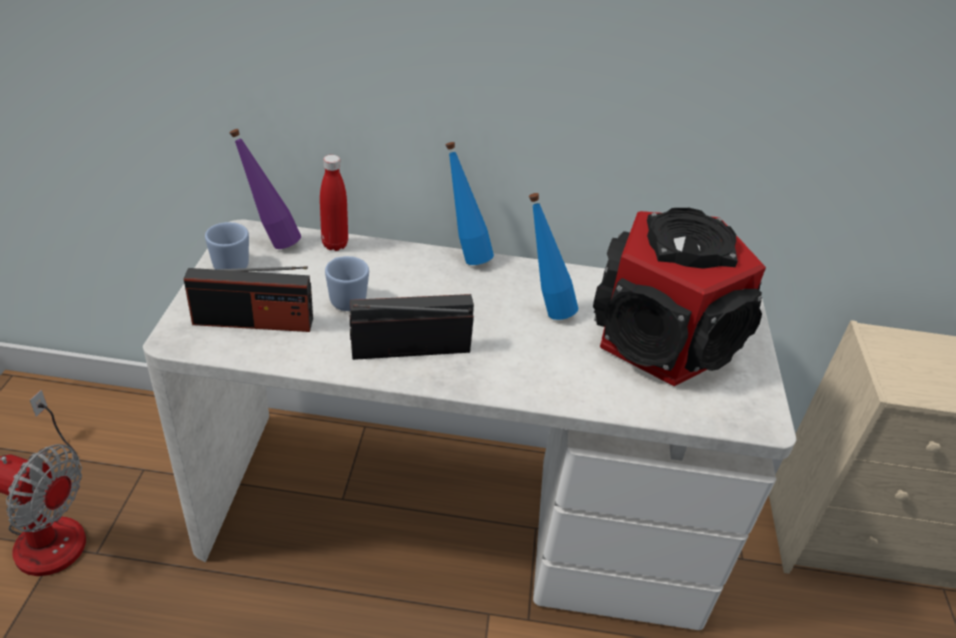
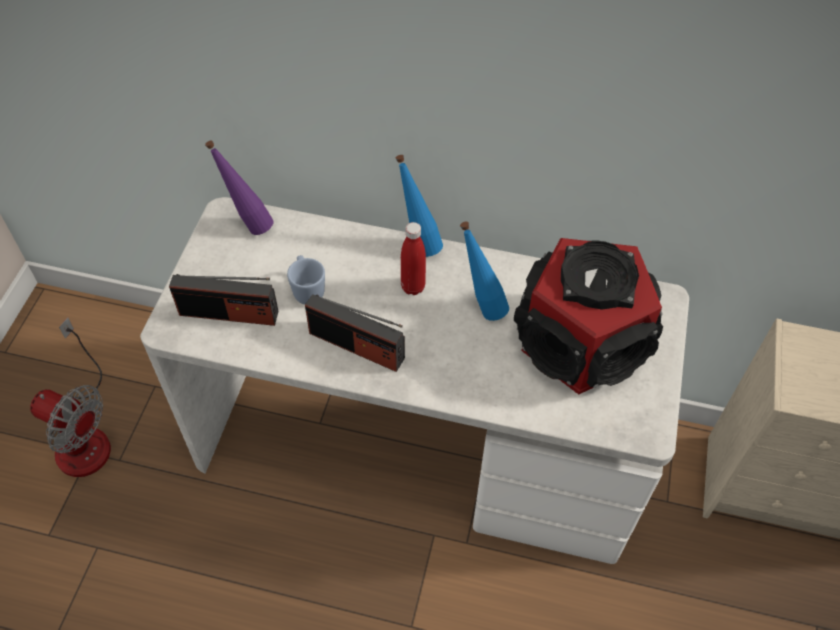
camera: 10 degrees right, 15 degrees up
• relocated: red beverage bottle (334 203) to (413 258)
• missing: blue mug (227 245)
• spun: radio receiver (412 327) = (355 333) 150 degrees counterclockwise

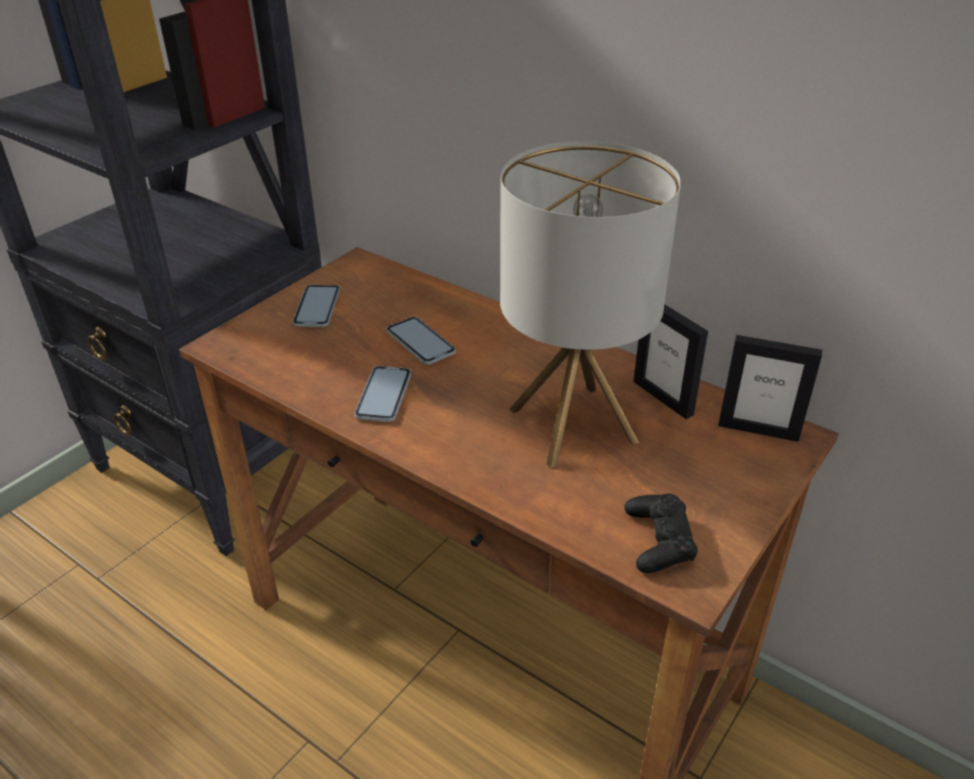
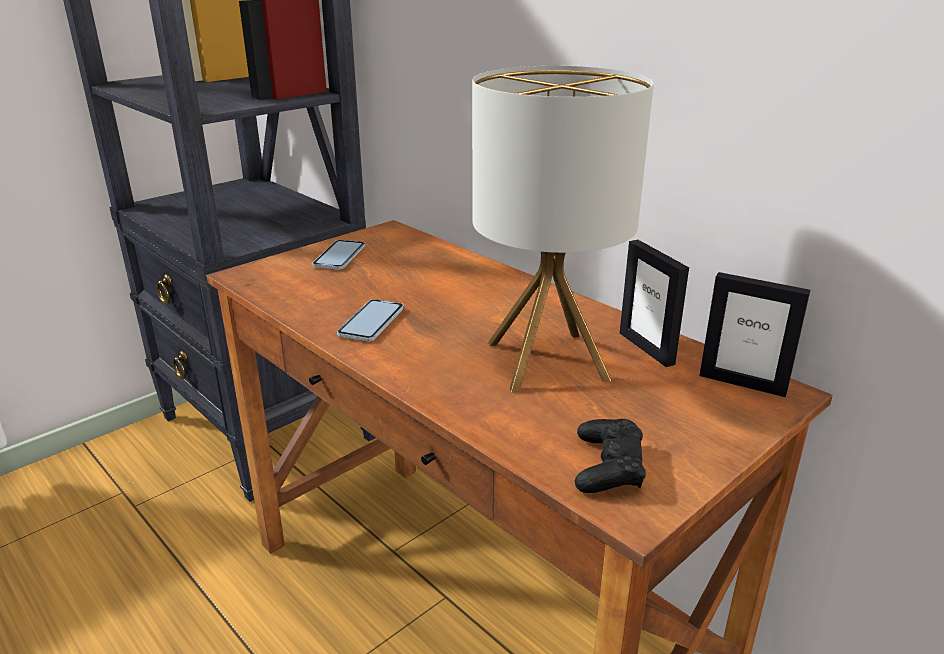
camera: 10 degrees right, 10 degrees down
• missing: phone (421 341)

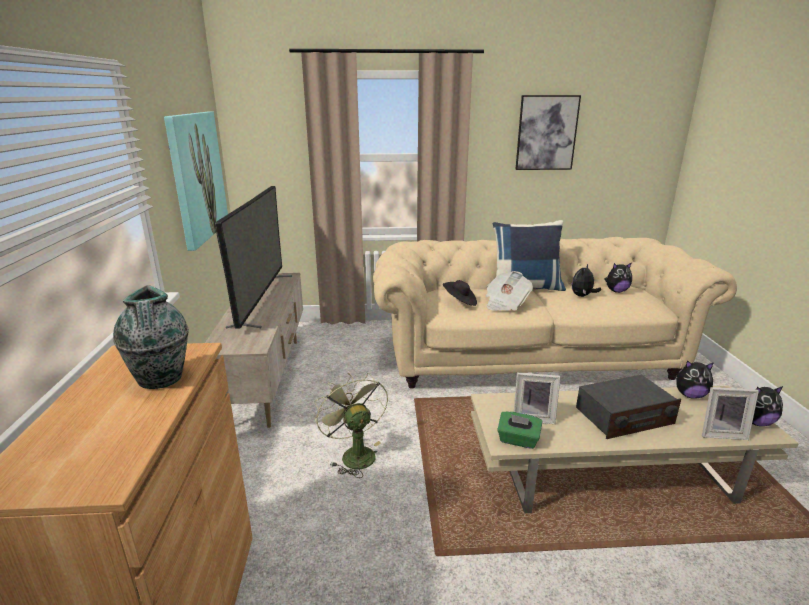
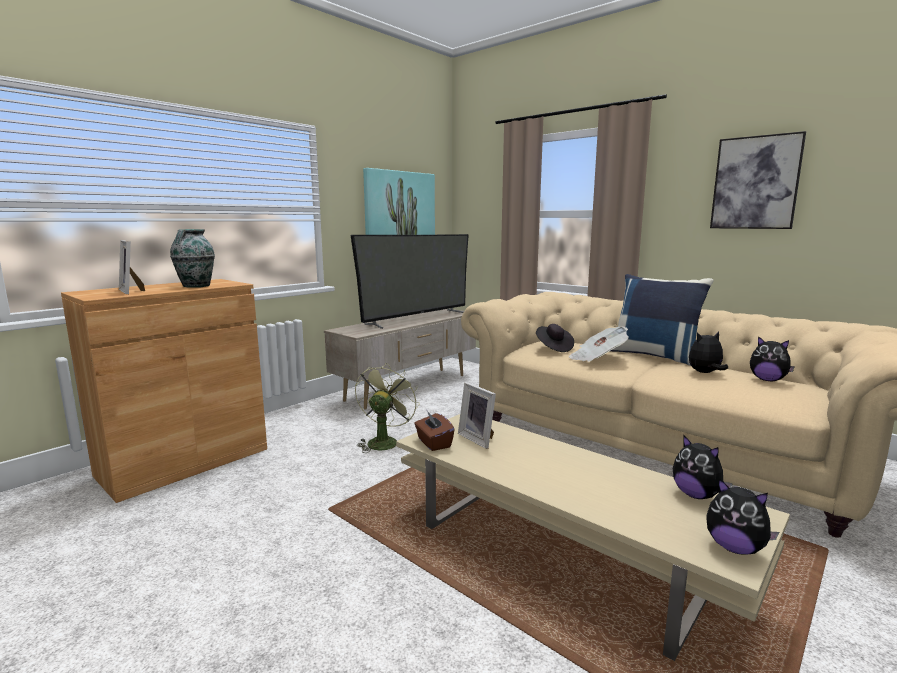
camera: 45 degrees right, 10 degrees down
• missing: radio receiver (628 407)
• relocated: standing frame (730 413) to (132 267)
• colour: greenish tissue holder (519 430) to brown-coloured tissue holder (434 431)

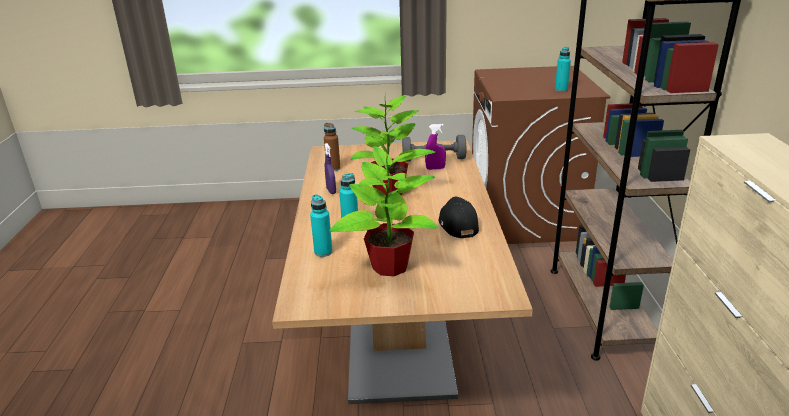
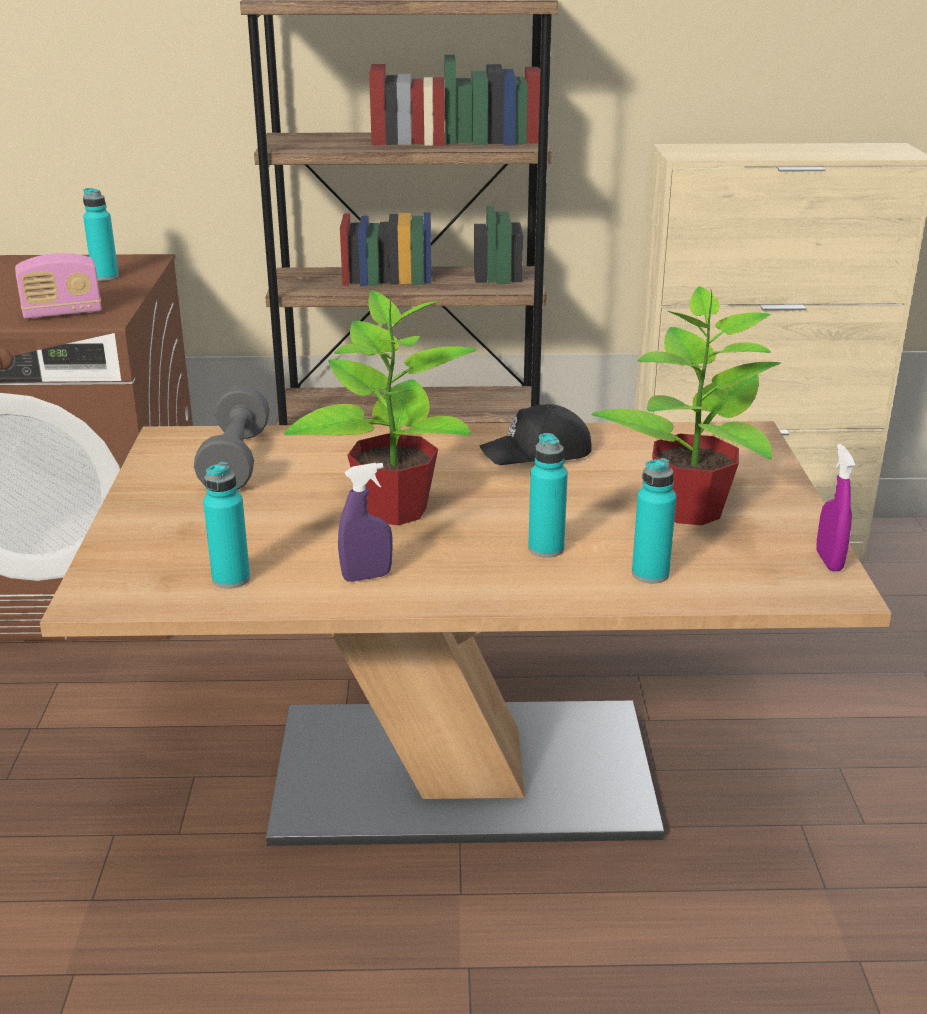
camera: 90 degrees left, 0 degrees up
• colour: brown-coloured beverage bottle (332 147) to turquoise-coloured beverage bottle (226 525)
• relocated: purplish spray bottle (435 147) to (835 507)
• appeared: radio receiver (58 286)

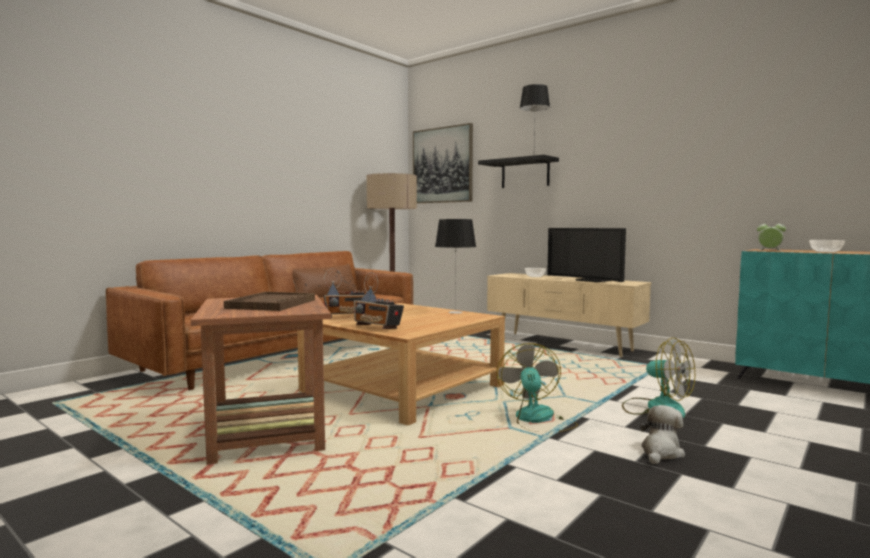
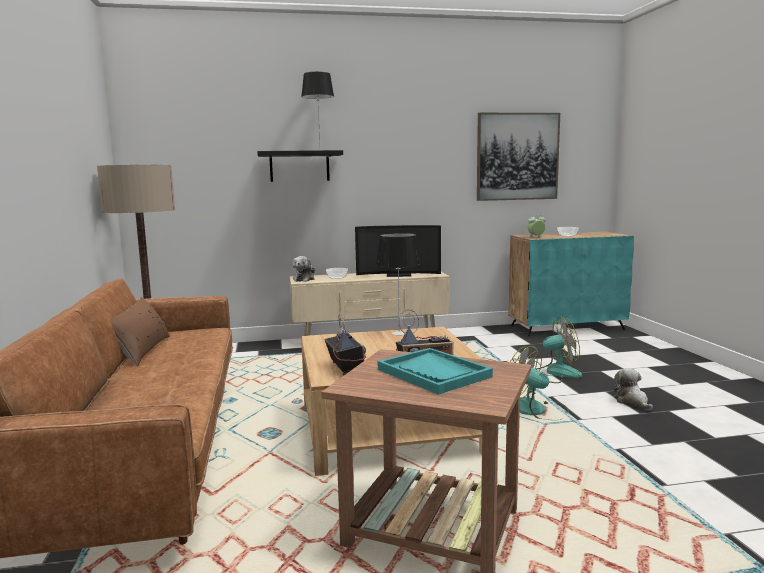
camera: 50 degrees left, 5 degrees up
• relocated: wall art (443 163) to (518 157)
• spun: radio receiver (344 293) = (345 344) 45 degrees counterclockwise
• colour: brown-coloured carrying tray (269 301) to turquoise-coloured carrying tray (435 371)
• appeared: plush toy (304 269)

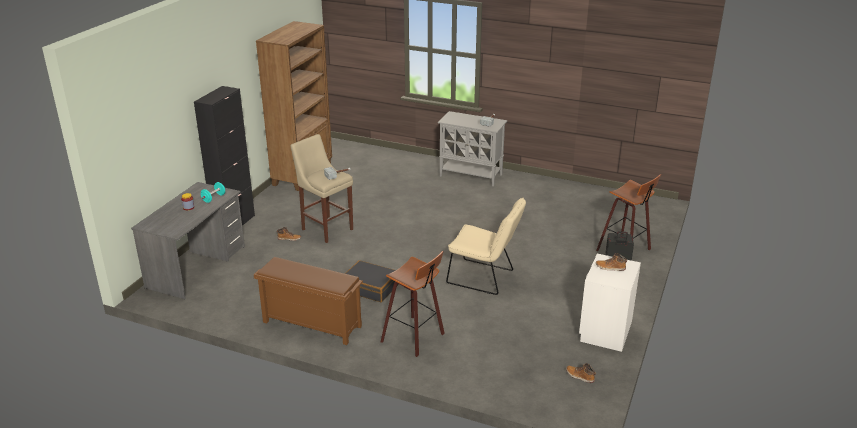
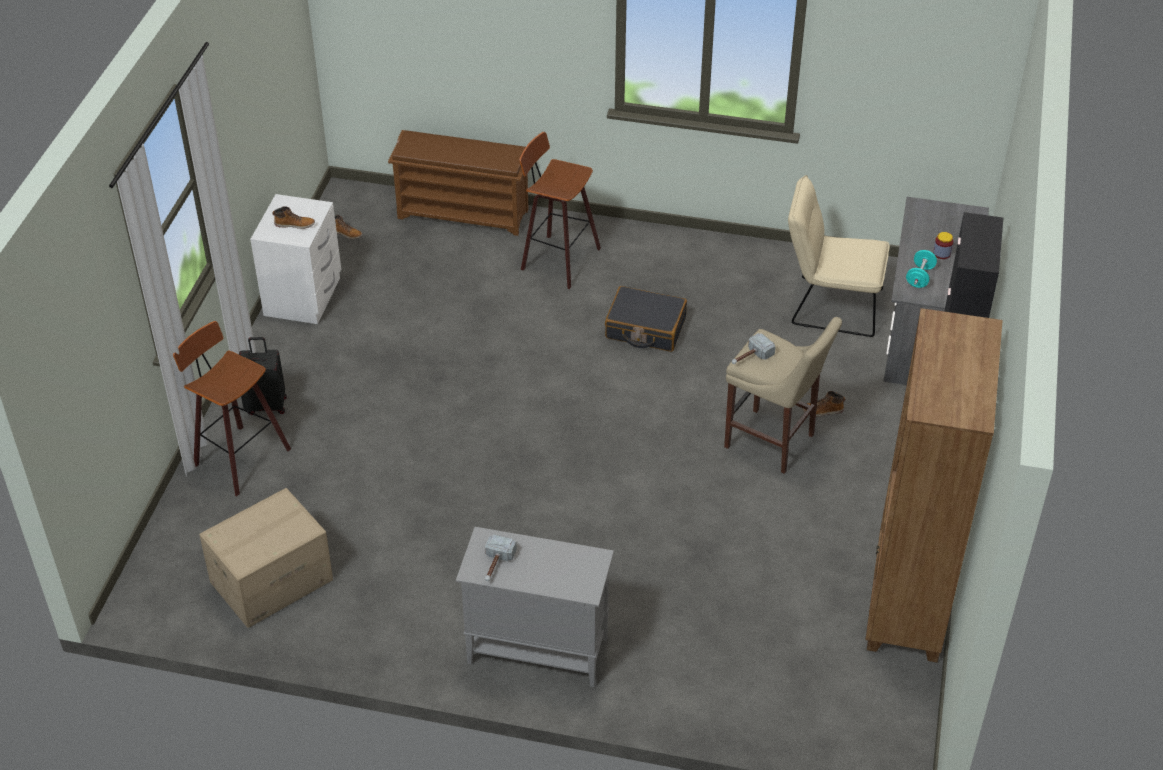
camera: 170 degrees right, 15 degrees up
• relocated: beige plain chair (486 246) to (839 256)
• relocated: brown-coloured shoe shelf (308 301) to (458 183)
• appeared: packing box (266 558)

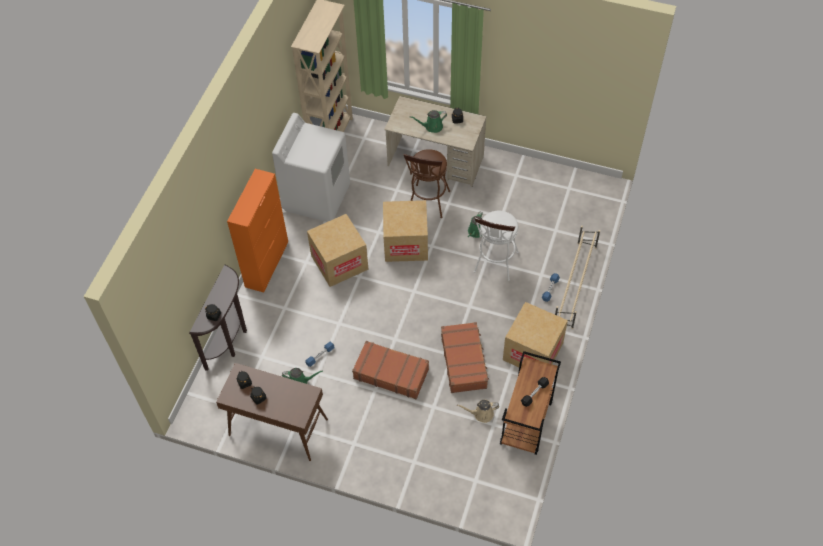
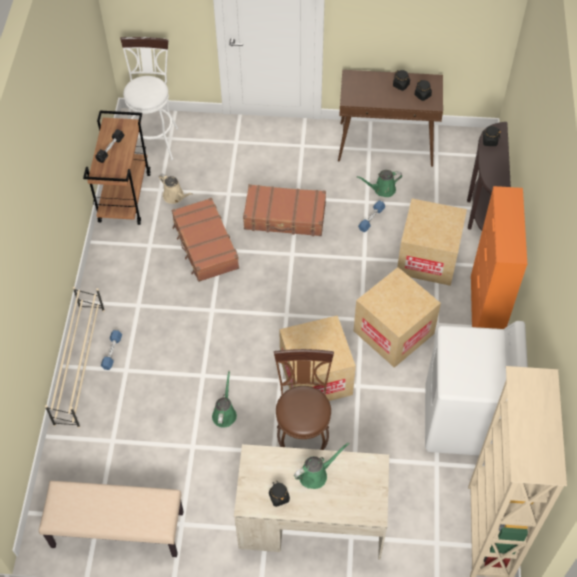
camera: 165 degrees right, 0 degrees up
• relocated: white-coloured sitting stool (496 246) to (149 98)
• relocated: packing box (535 334) to (432 242)
• spun: beige sprinkling can (478 411) = (176 189) 60 degrees clockwise
• appeared: beige bench (111 519)

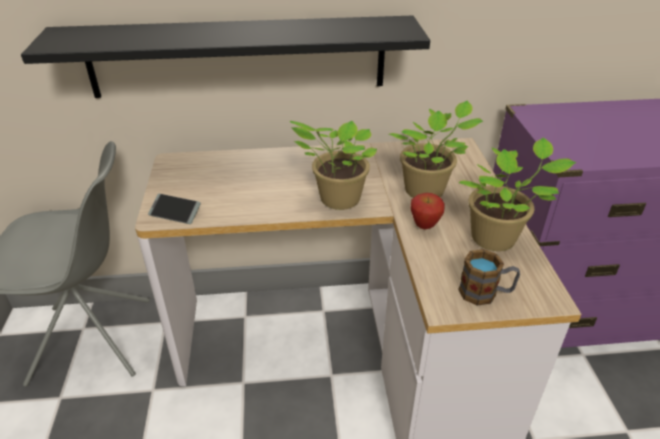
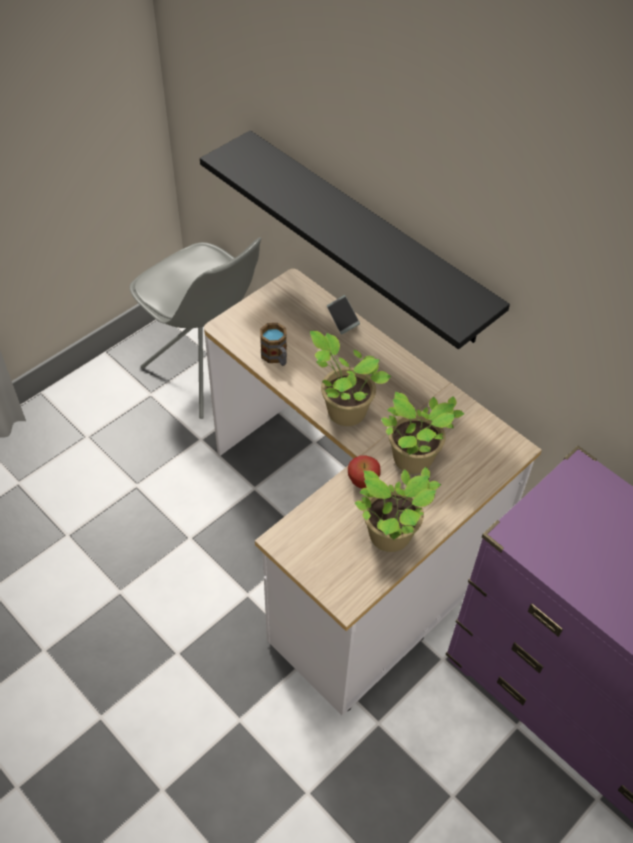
camera: 50 degrees right, 15 degrees up
• relocated: phone (174 209) to (343 314)
• relocated: mug (489 277) to (273 344)

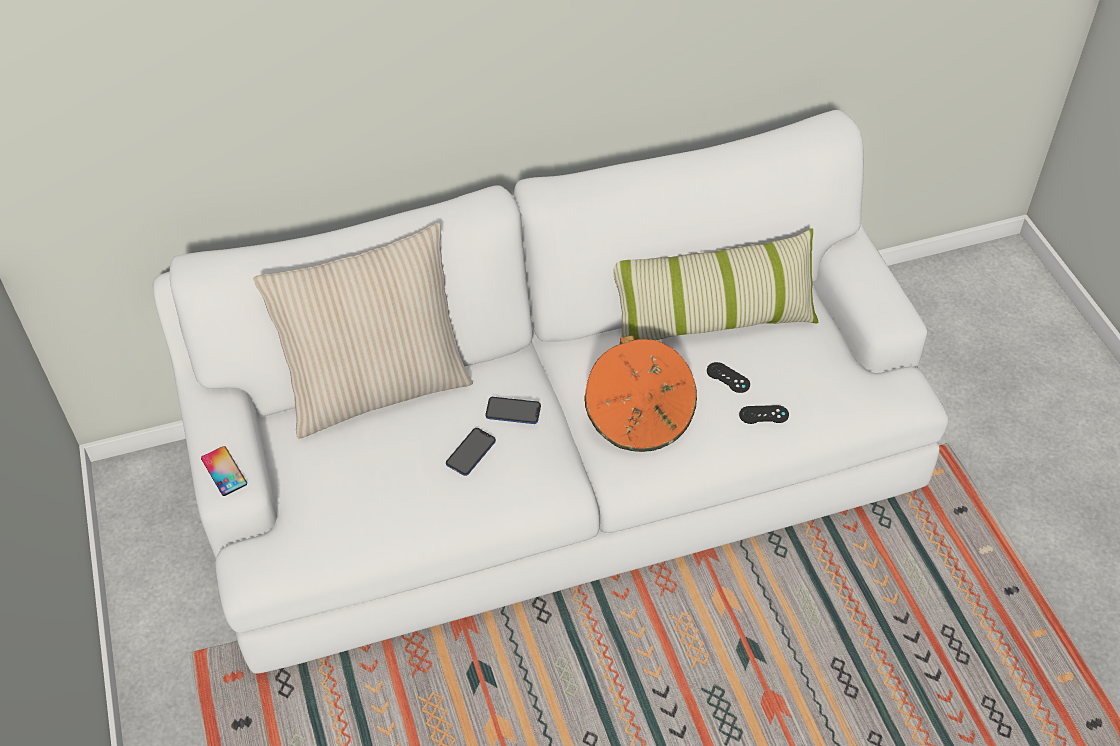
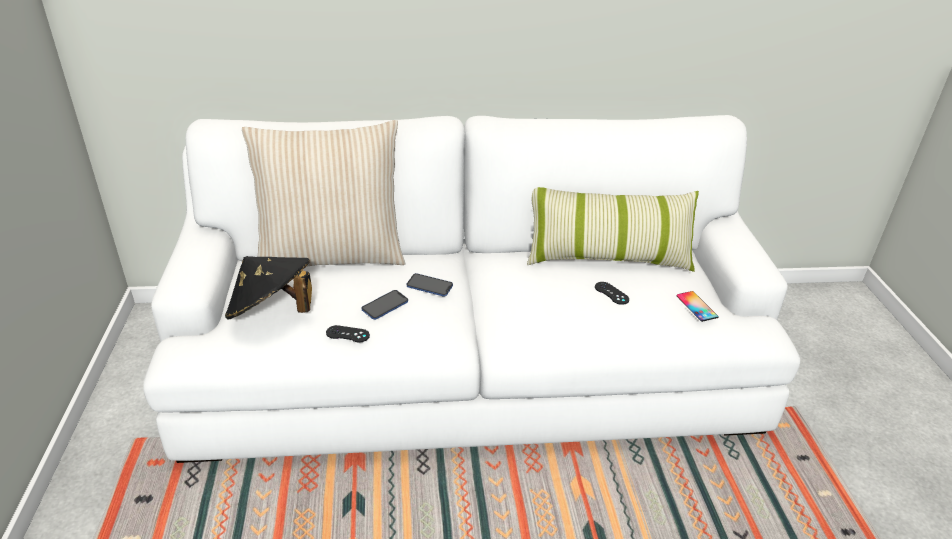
camera: 10 degrees right, 15 degrees down
• missing: orange clothing hat (640 393)
• relocated: black-coloured game controller (764 414) to (348 333)
• relocated: phone (224 471) to (697 306)
• appeared: black-coloured clothing hat (268 288)

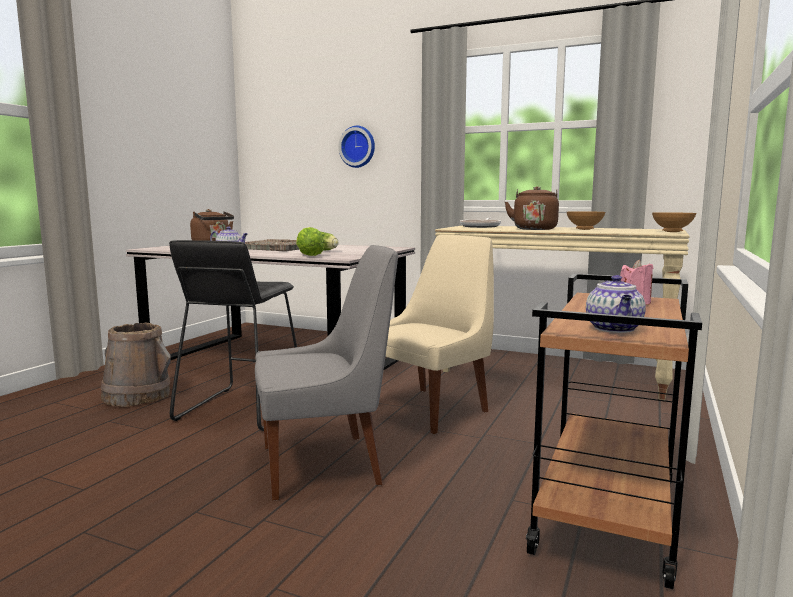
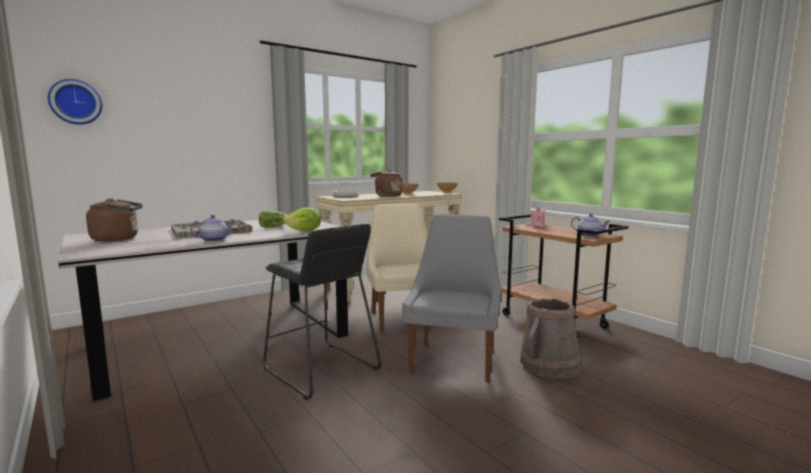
camera: 60 degrees left, 0 degrees up
• relocated: clock on the wall (356 147) to (75 102)
• relocated: brown-coloured pail (136 365) to (551 338)

